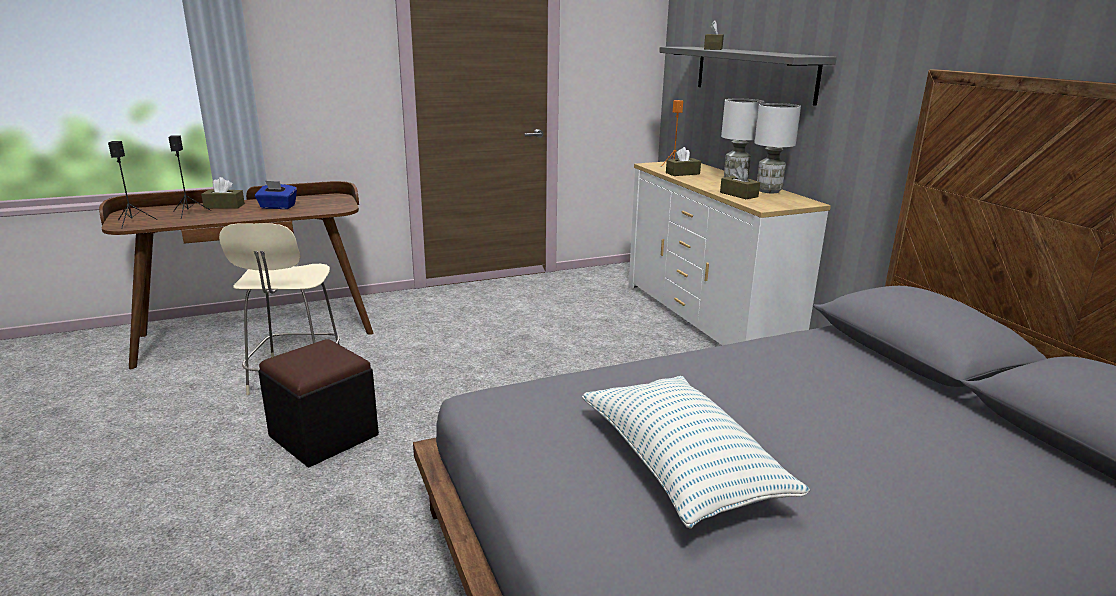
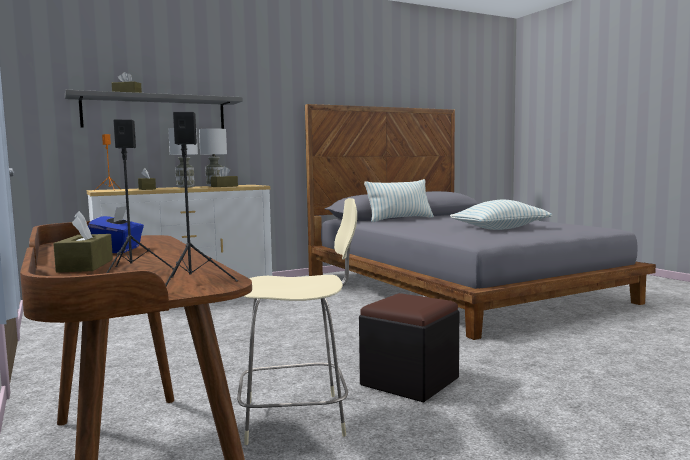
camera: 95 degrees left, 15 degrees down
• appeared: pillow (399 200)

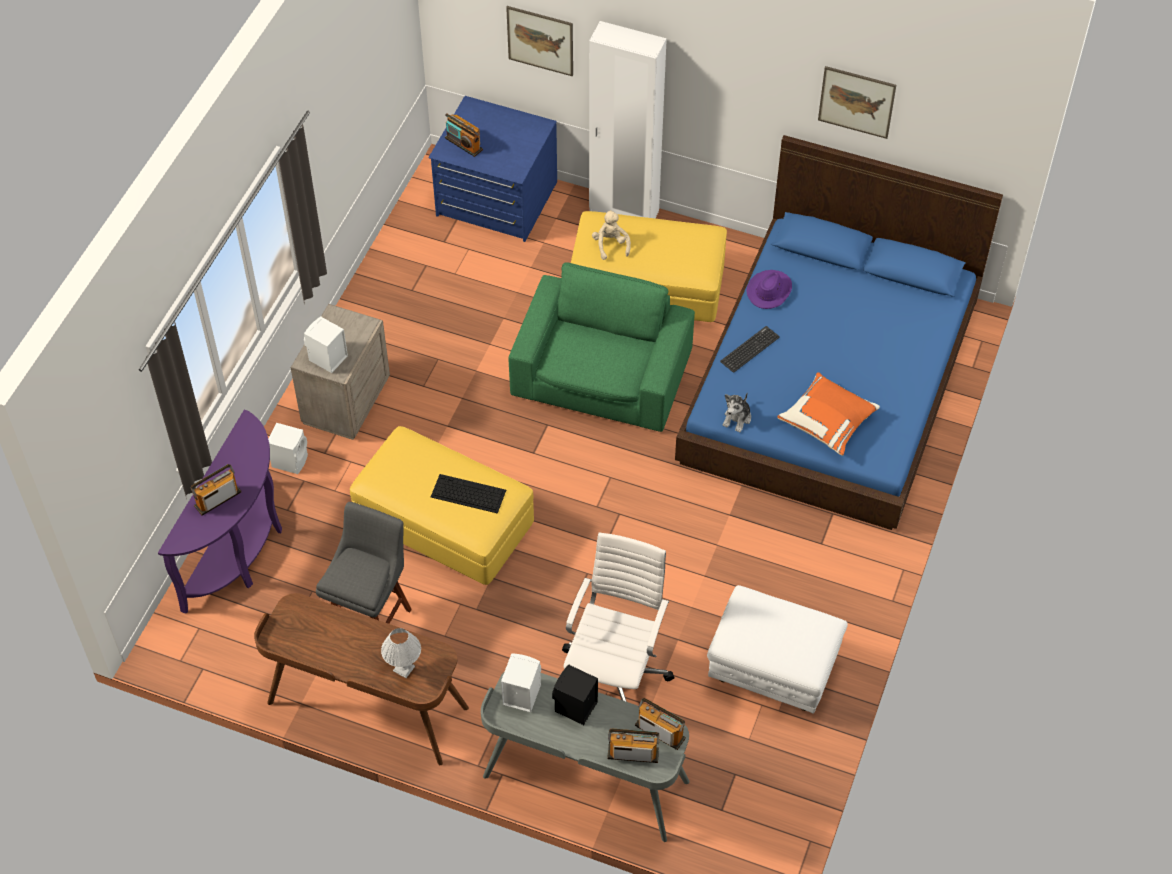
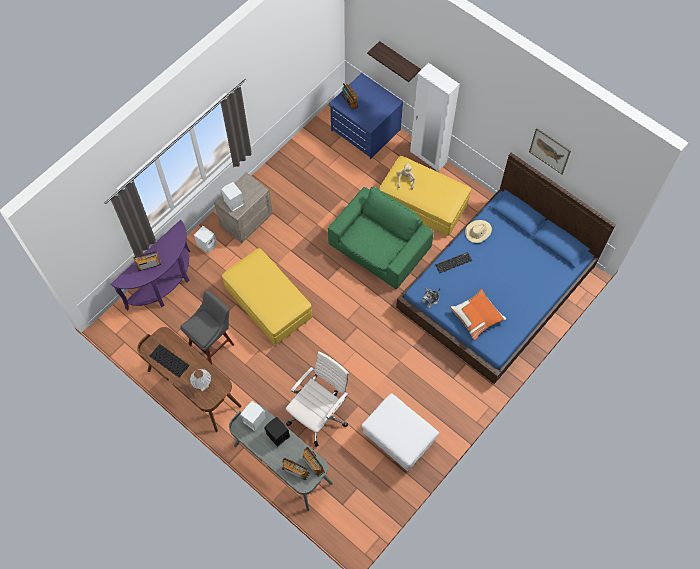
camera: 20 degrees right, 10 degrees up
• exchanged: wall art (539 41) to wall shelf (394 61)
• colour: purplish clothing hat (769 289) to beige clothing hat (478 231)
• relocated: computer keyboard (468 494) to (170 360)

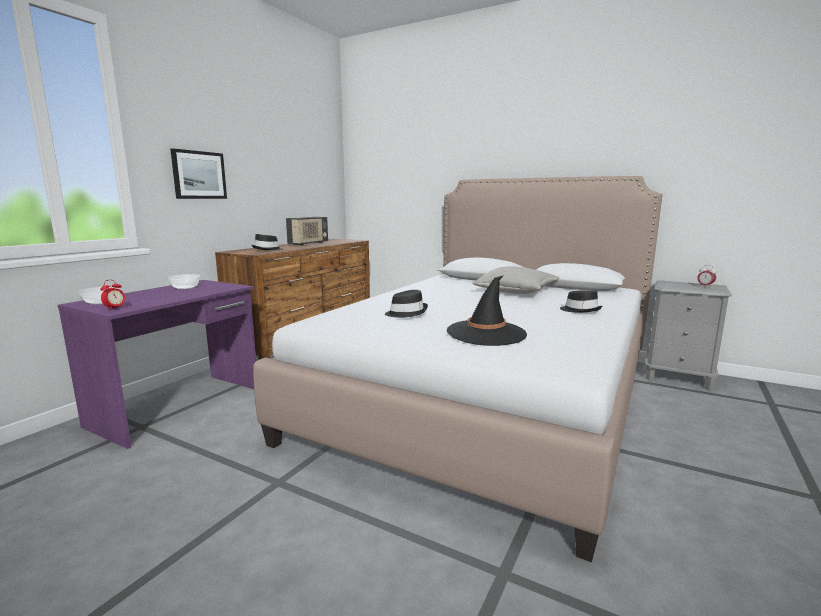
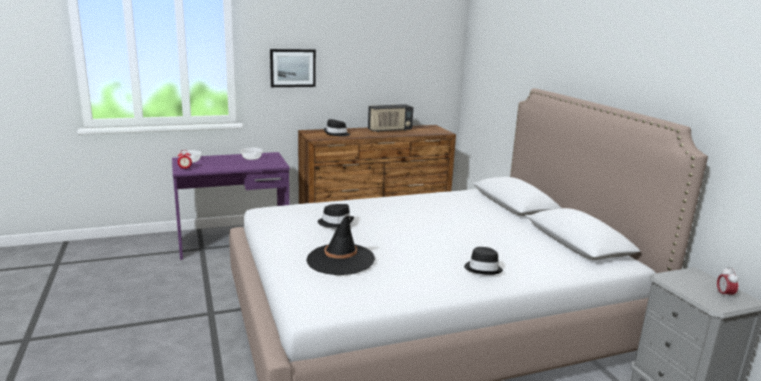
camera: 40 degrees right, 5 degrees up
• missing: grey pillow (516 280)

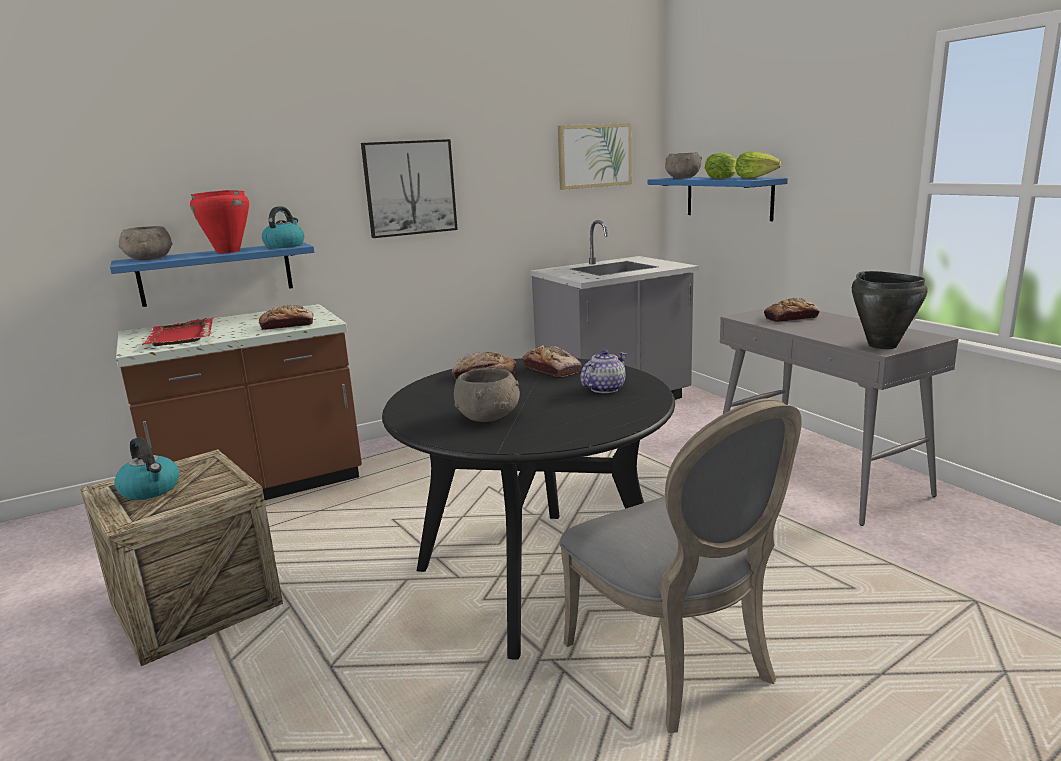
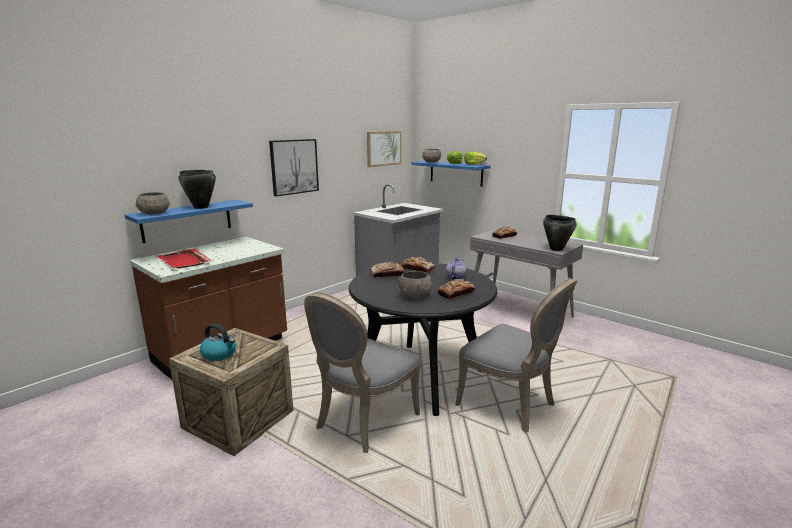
camera: 20 degrees left, 0 degrees up
• colour: red saucepot (219 221) to black-coloured saucepot (197 189)
• missing: water kettle (283 227)
• relocated: bakery bread (286 317) to (456 289)
• appeared: grey plain chair (362 372)

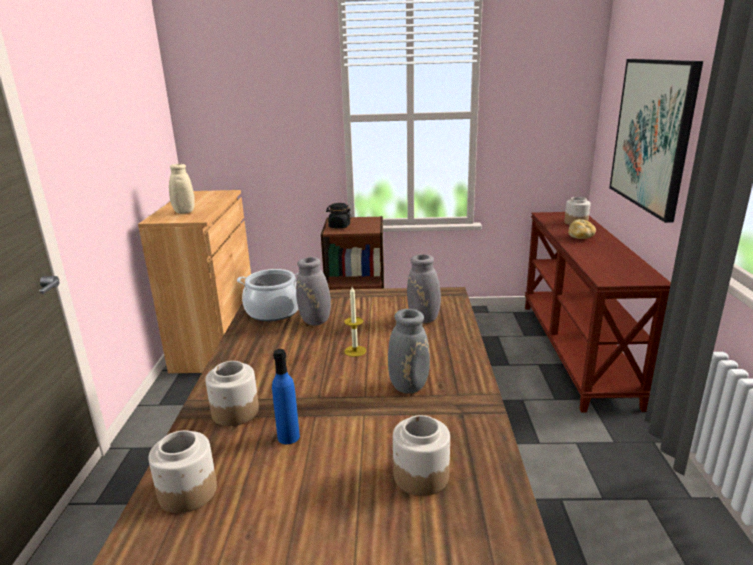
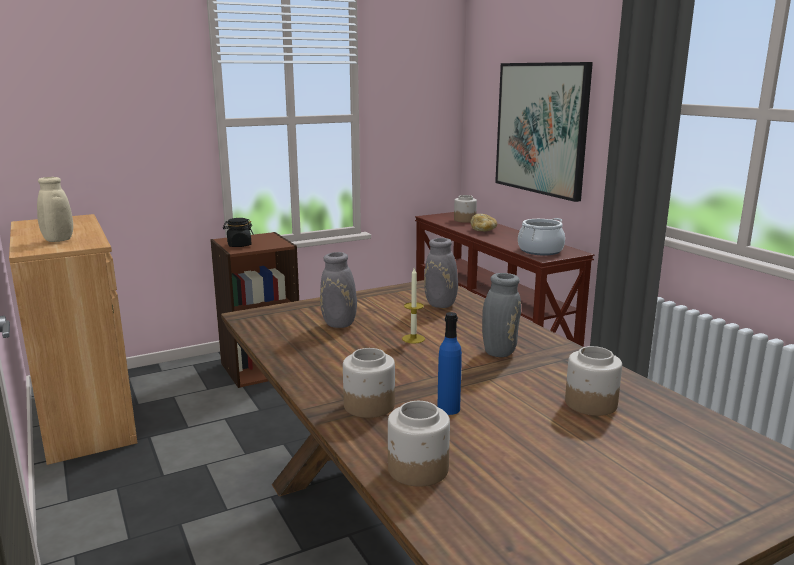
camera: 30 degrees left, 5 degrees down
• relocated: saucepot (267 295) to (541 236)

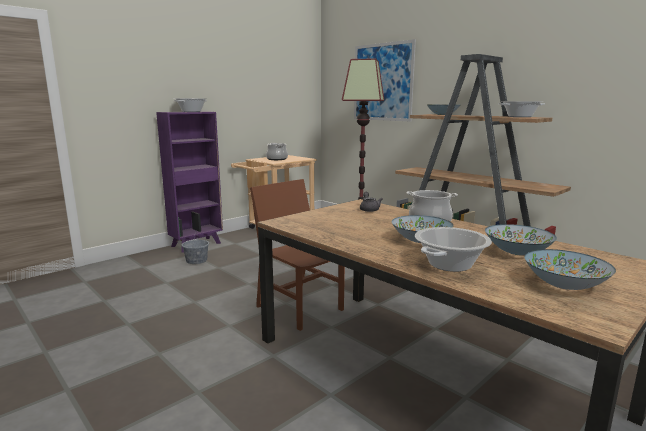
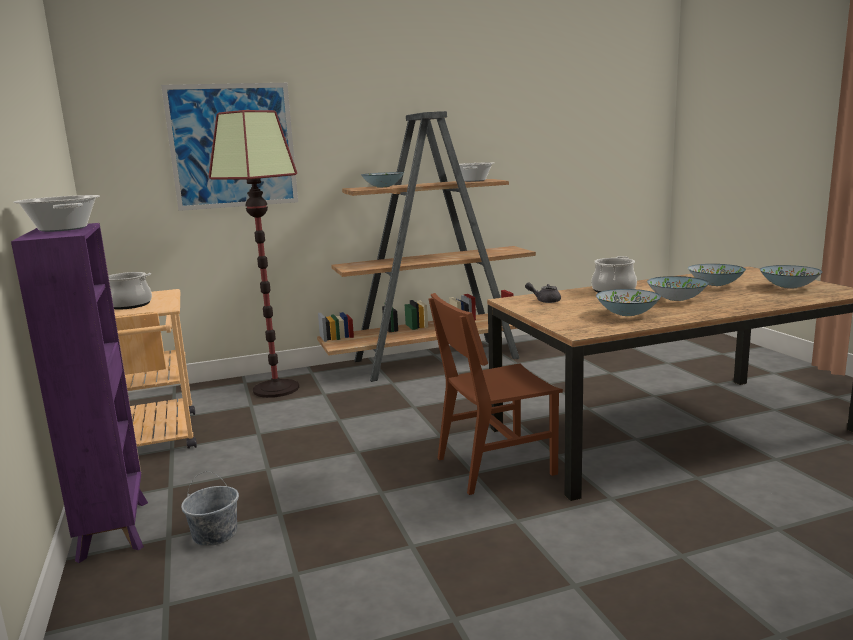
camera: 65 degrees left, 0 degrees up
• missing: saucepot (453 249)
• appeared: bowl (628 302)

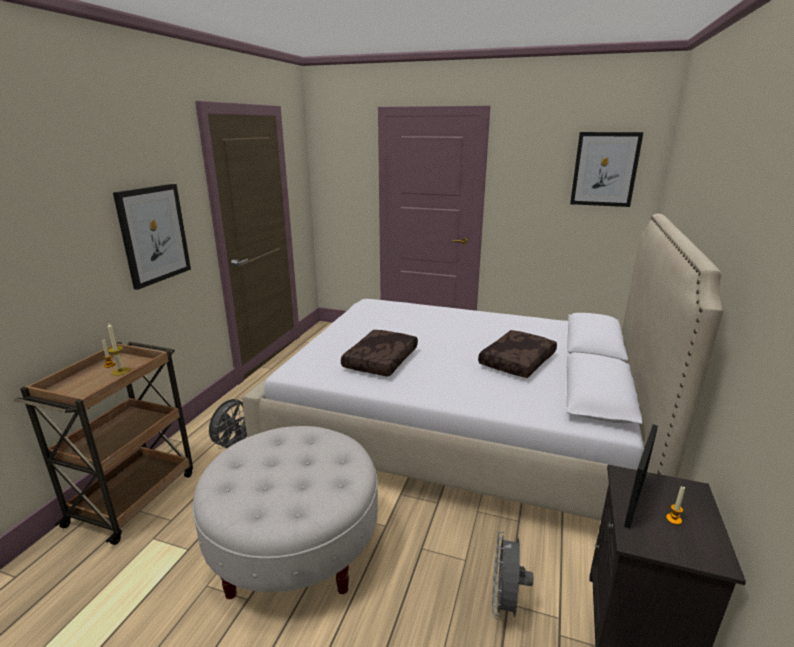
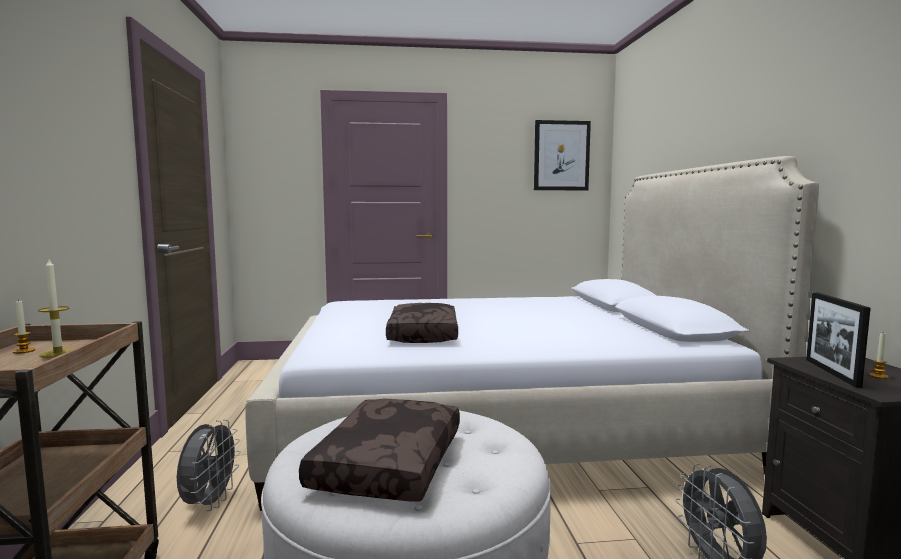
camera: 25 degrees left, 15 degrees down
• missing: wall art (152 237)
• relocated: brown-coloured pillow (517 354) to (379 450)

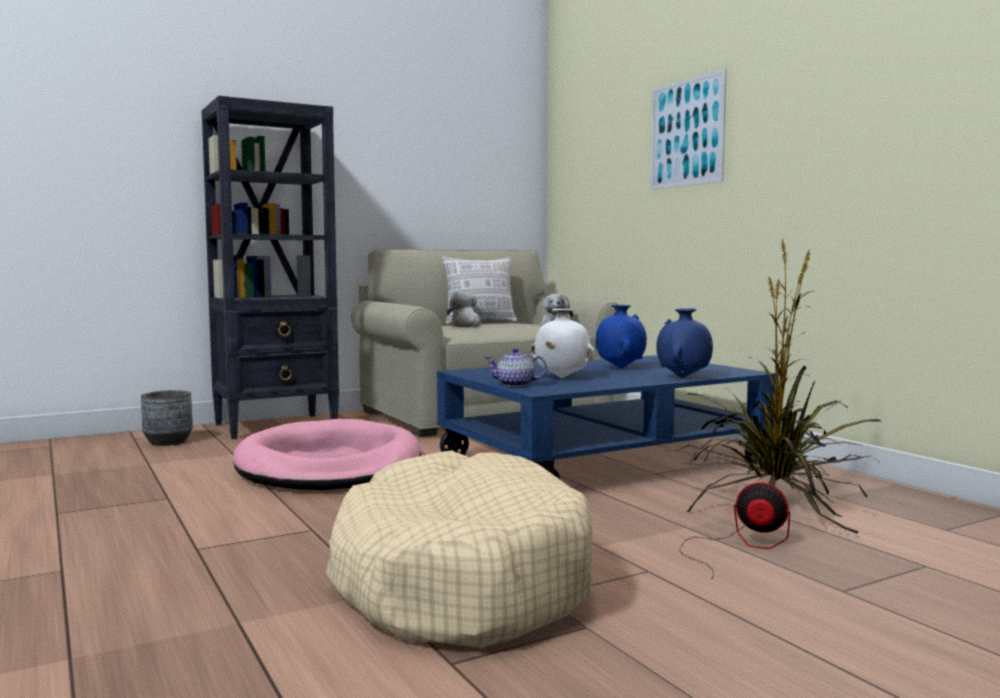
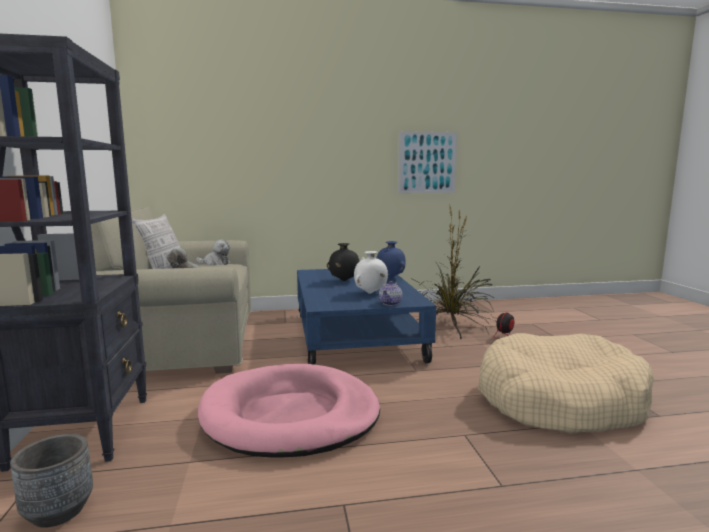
camera: 70 degrees left, 5 degrees up
• relocated: wall art (688 129) to (428 162)
• colour: blue vase (621 336) to black-coloured vase (343 262)

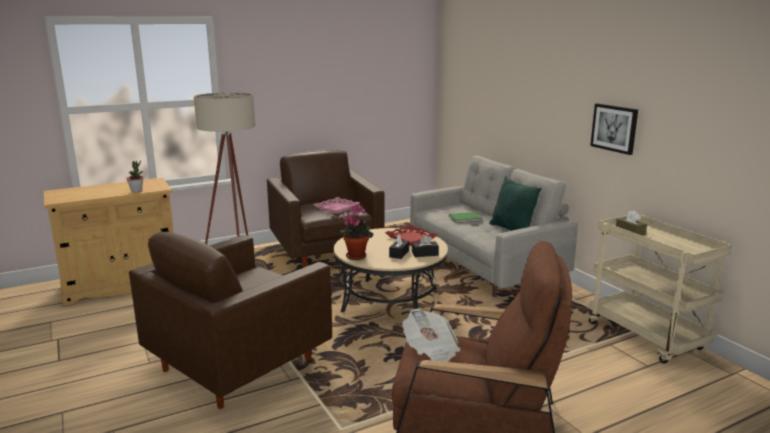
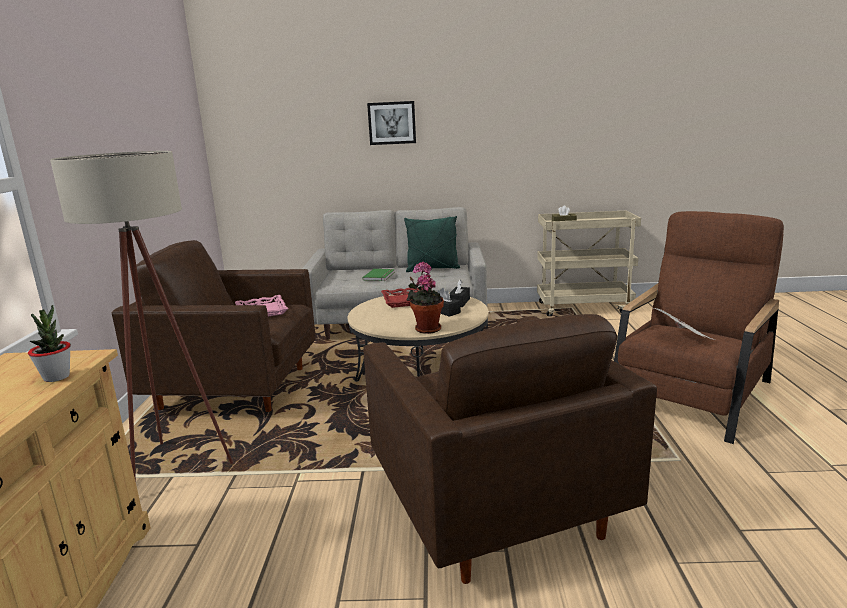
camera: 60 degrees left, 0 degrees up
• relocated: wall art (614 129) to (391 123)

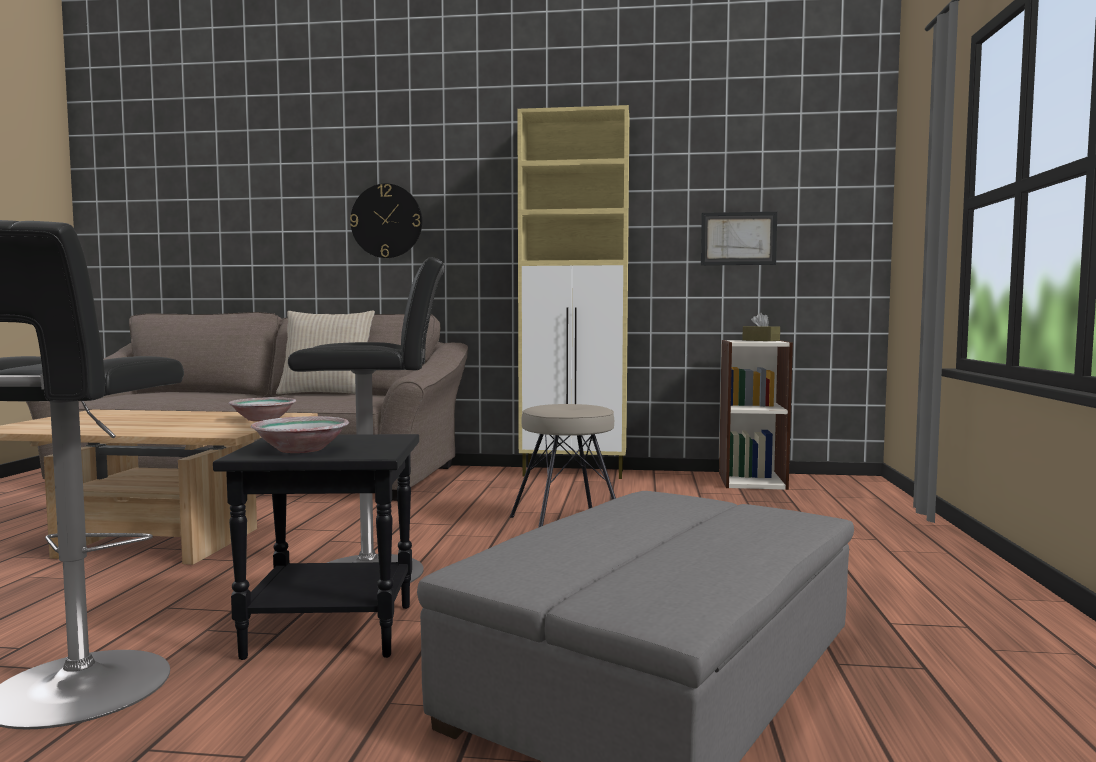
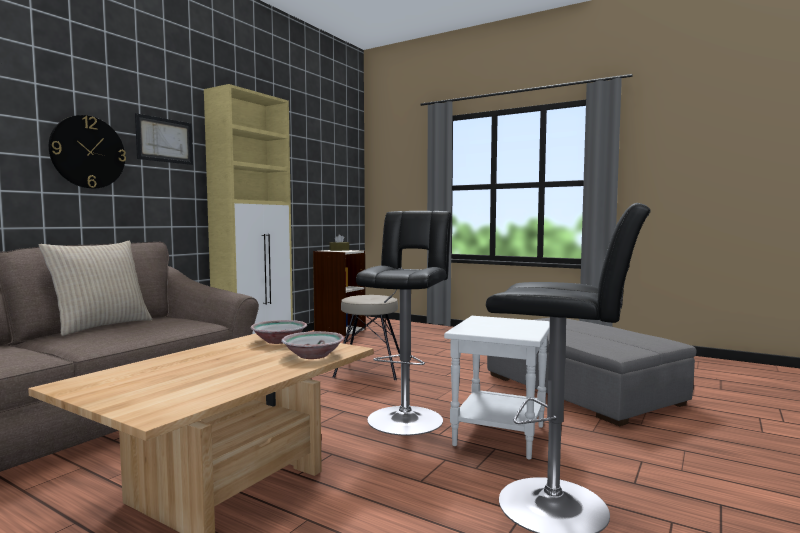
camera: 65 degrees left, 0 degrees up
• relocated: wall art (739 238) to (164 139)
• relocated: bowl (300 434) to (312 345)
• colour: black-coloured end table (316 547) to white-coloured end table (497 388)

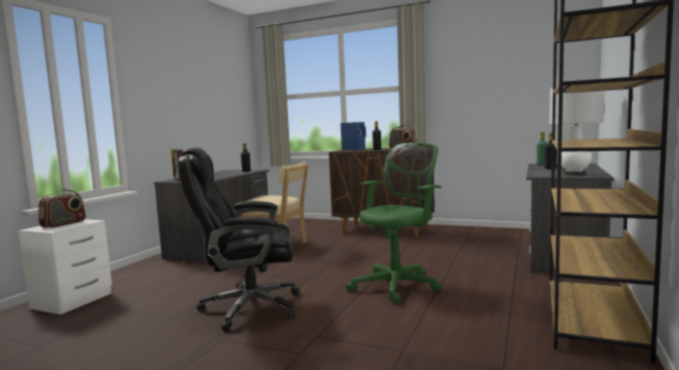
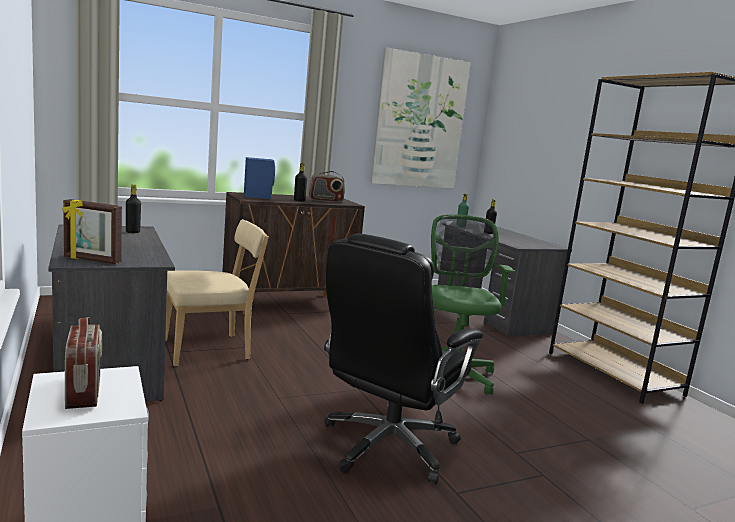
camera: 50 degrees left, 5 degrees up
• missing: white-coloured table lamp (577 132)
• appeared: wall art (420 118)

